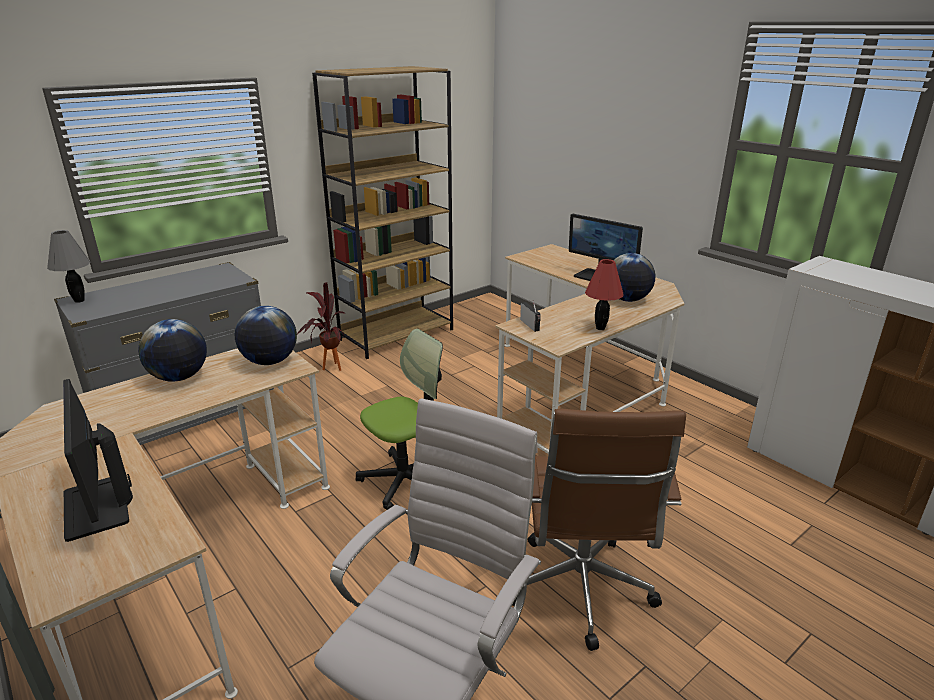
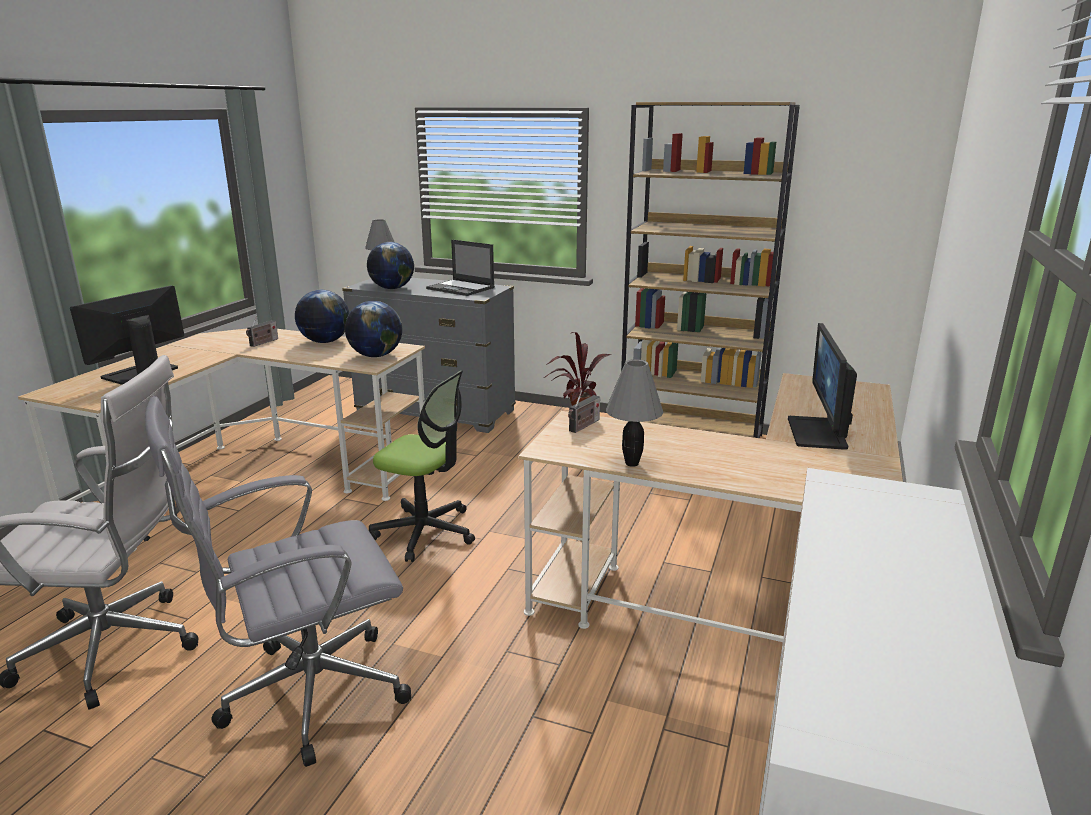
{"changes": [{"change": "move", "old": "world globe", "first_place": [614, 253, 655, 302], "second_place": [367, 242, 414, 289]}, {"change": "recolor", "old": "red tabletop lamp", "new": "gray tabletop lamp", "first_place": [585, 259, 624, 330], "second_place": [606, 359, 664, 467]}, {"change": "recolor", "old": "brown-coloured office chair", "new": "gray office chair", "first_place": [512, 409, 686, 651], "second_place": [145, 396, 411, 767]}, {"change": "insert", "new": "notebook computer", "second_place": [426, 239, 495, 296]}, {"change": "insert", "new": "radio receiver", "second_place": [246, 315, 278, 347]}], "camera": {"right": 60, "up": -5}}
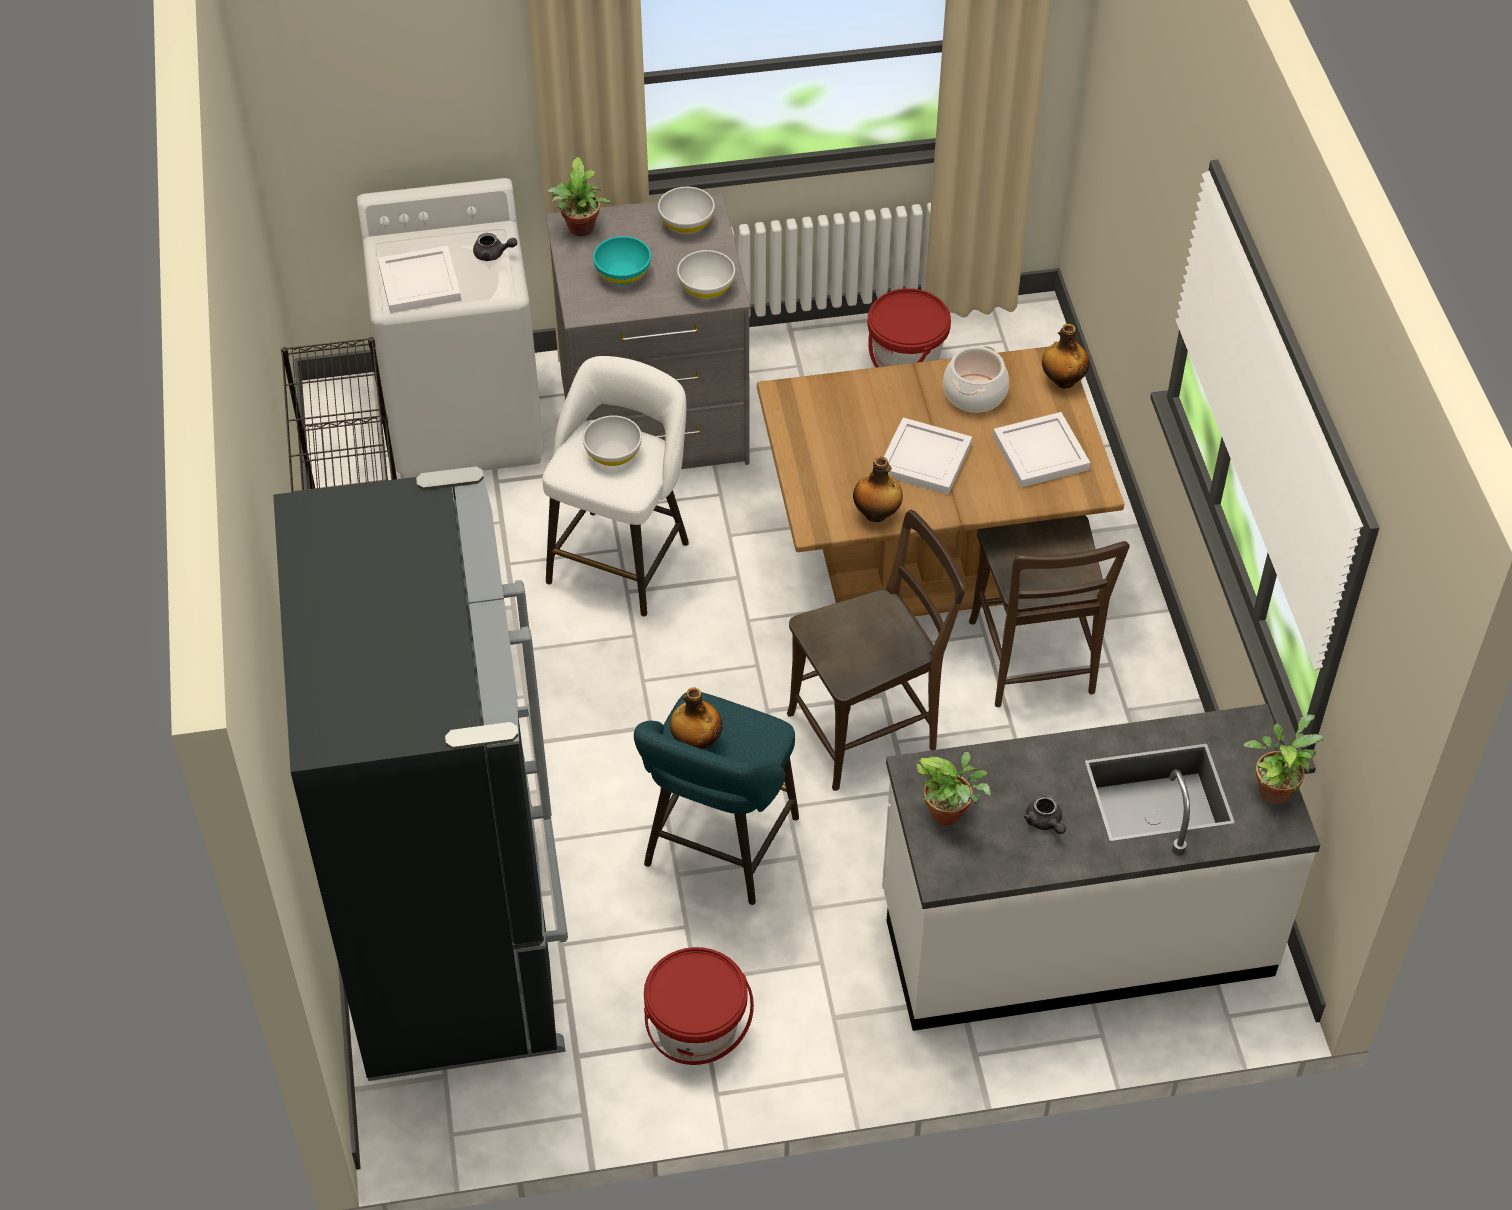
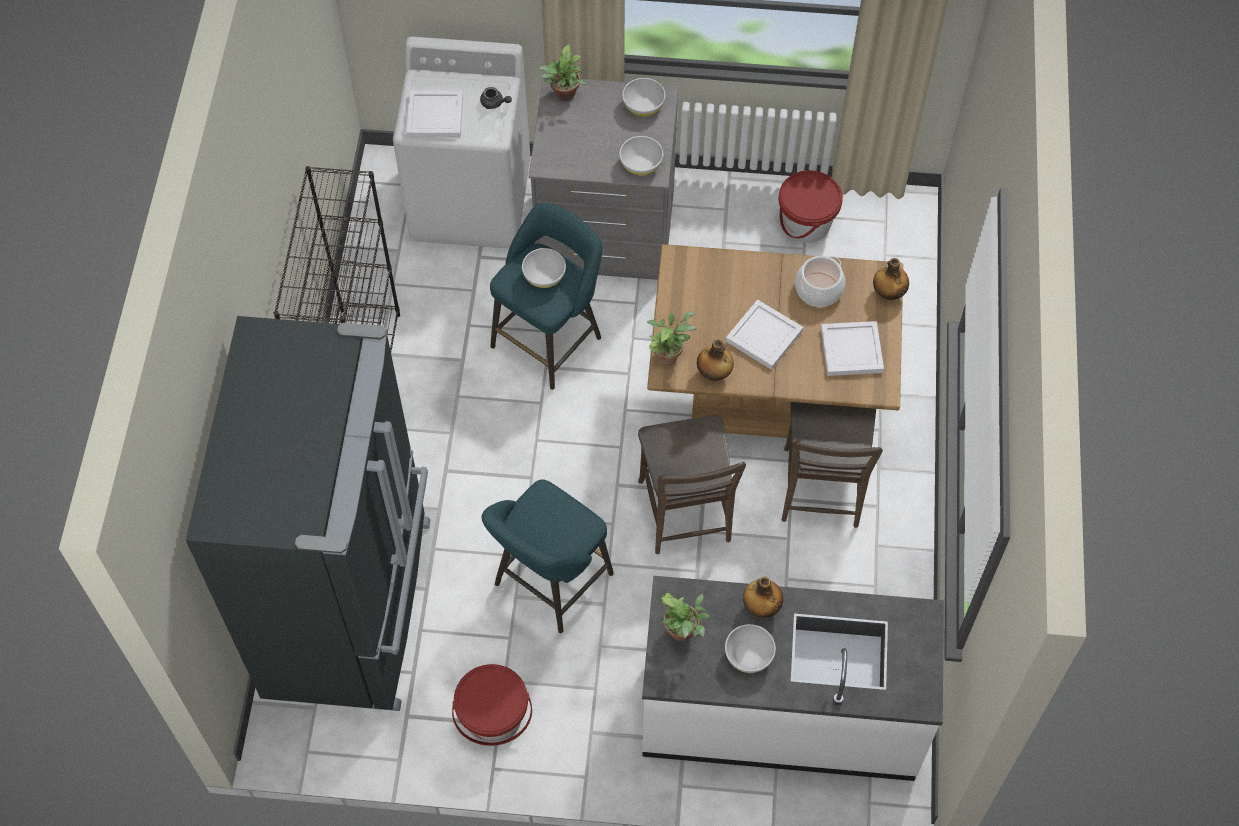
{"changes": [{"change": "delete", "old": "turquoise-coloured bowl", "first_place": [593, 236, 651, 285]}, {"change": "recolor", "old": "whitish sitting stool", "new": "turquoise-coloured sitting stool", "first_place": [542, 356, 689, 617], "second_place": [490, 203, 602, 390]}, {"change": "rotate", "old": "brown-coloured chair", "first_place": [787, 510, 966, 791], "second_place": [638, 415, 746, 554], "degrees": 90}, {"change": "move", "old": "bottle", "first_place": [670, 688, 723, 750], "second_place": [743, 577, 783, 618]}, {"change": "move", "old": "potted plant", "first_place": [1243, 714, 1324, 804], "second_place": [647, 311, 696, 365]}, {"change": "replace", "old": "gray tea pot", "new": "whitish bowl", "first_place": [1024, 795, 1066, 834], "second_place": [725, 624, 776, 673]}], "camera": {"right": 15, "up": 10}}
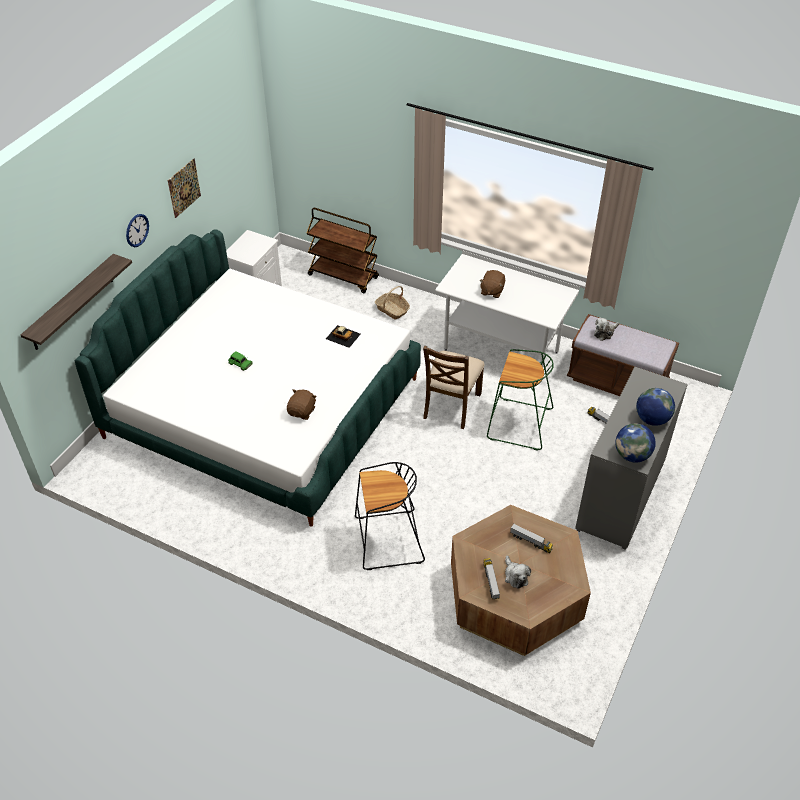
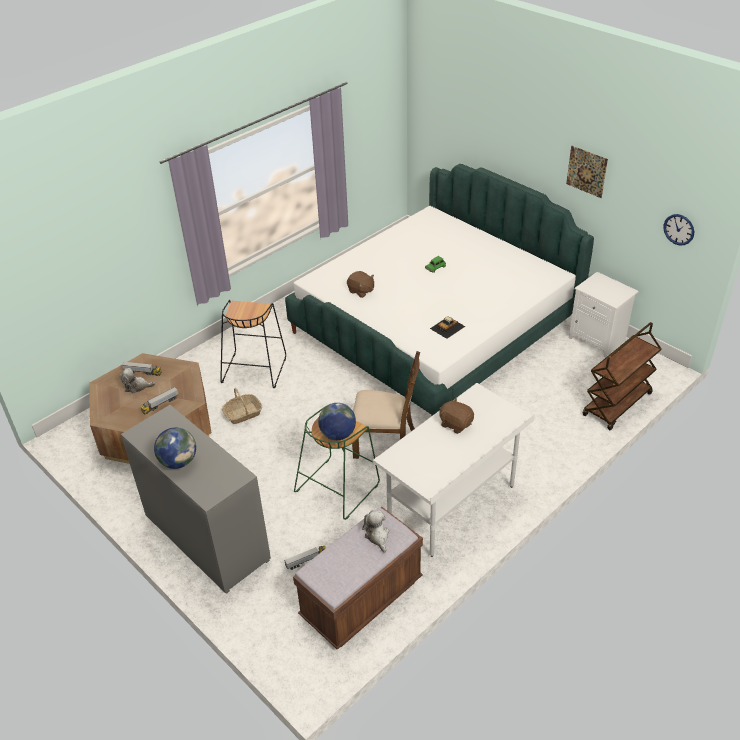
{"changes": [{"change": "move", "old": "hanging clock", "first_place": [126, 214, 149, 247], "second_place": [663, 214, 694, 245]}, {"change": "delete", "old": "bracket shelf", "first_place": [21, 254, 132, 350]}, {"change": "move", "old": "household basket", "first_place": [375, 286, 410, 320], "second_place": [222, 388, 262, 424]}, {"change": "rotate", "old": "brown-coloured chair", "first_place": [423, 345, 485, 429], "second_place": [352, 351, 420, 459], "degrees": 150}, {"change": "move", "old": "world globe", "first_place": [615, 423, 656, 462], "second_place": [318, 403, 356, 440]}], "camera": {"right": 110, "up": -5}}
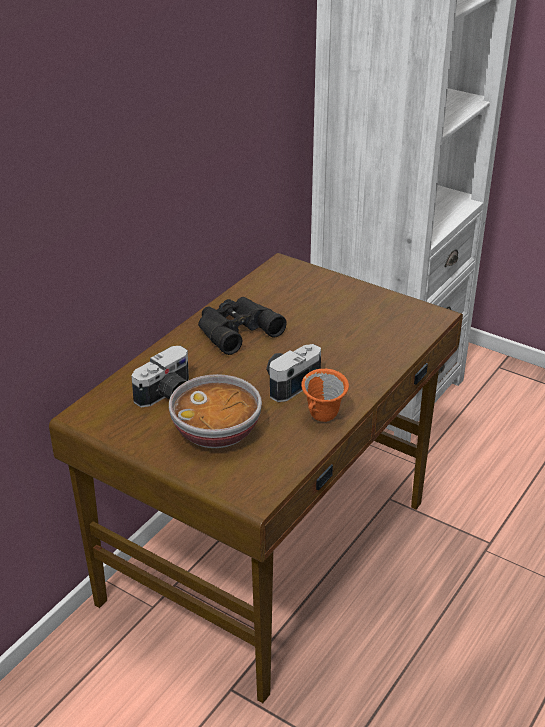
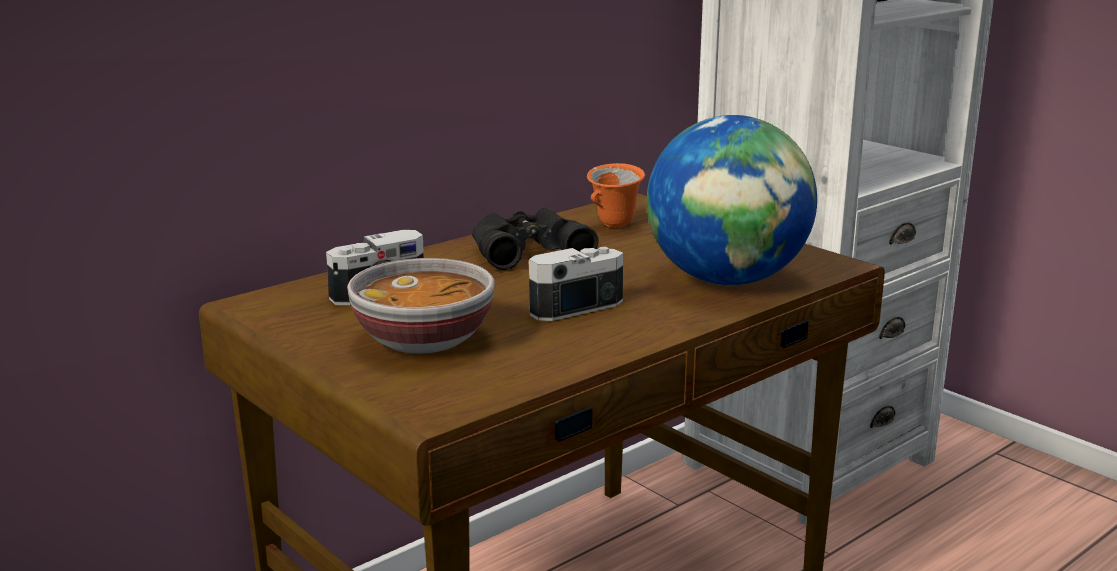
{"changes": [{"change": "move", "old": "orangey coffee mug", "first_place": [301, 369, 349, 422], "second_place": [587, 163, 645, 228]}, {"change": "insert", "new": "world globe", "second_place": [647, 115, 817, 285]}], "camera": {"right": 15, "up": -15}}
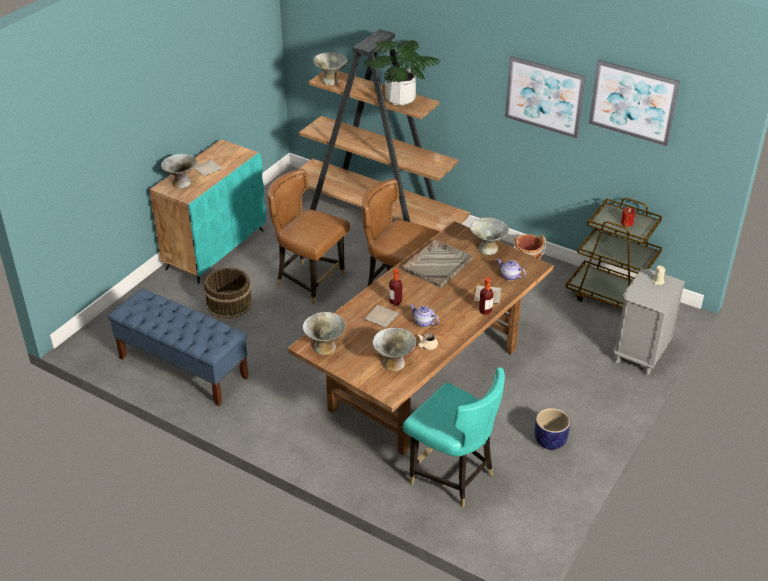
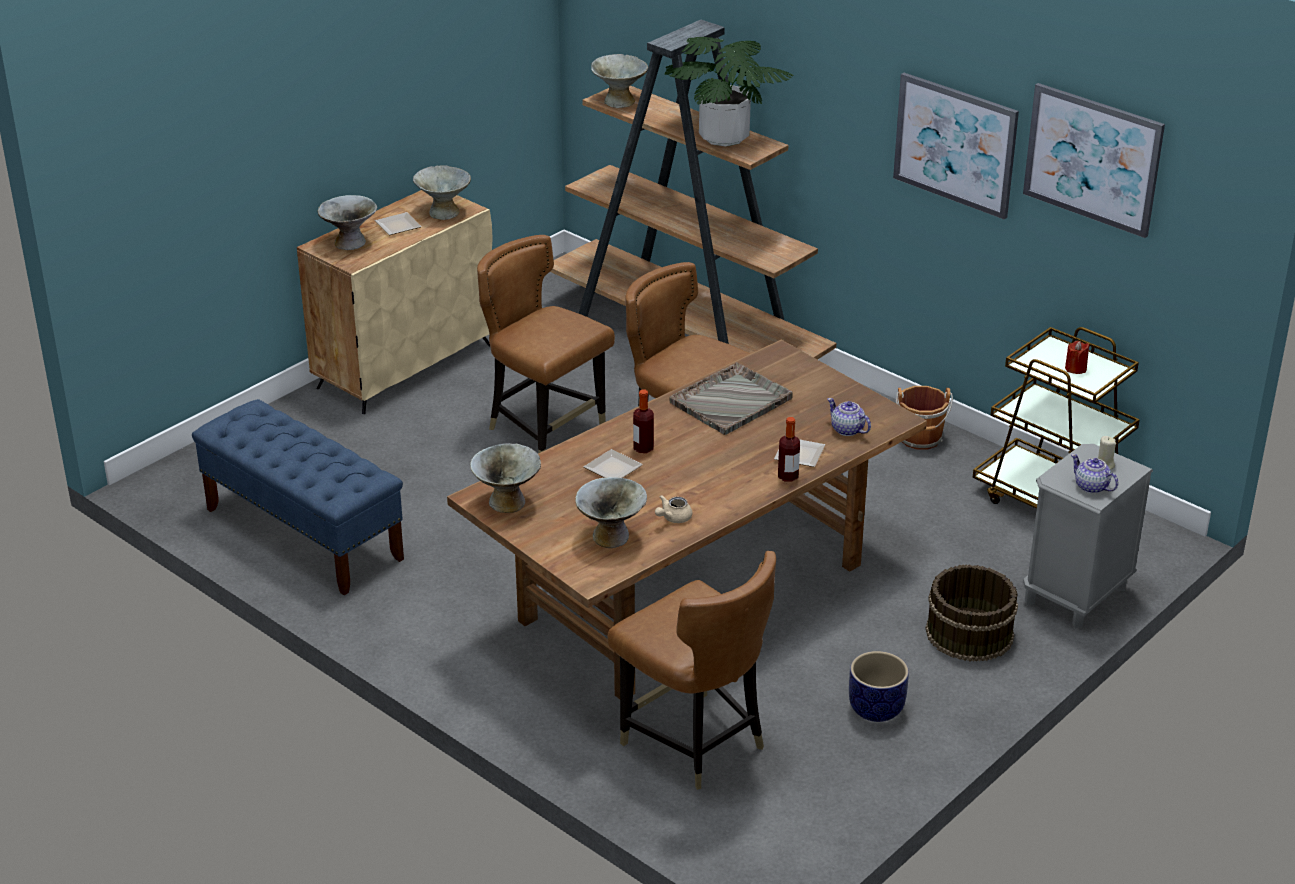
{"changes": [{"change": "recolor", "old": "turquoise-coloured storage cabinet", "new": "beige-coloured storage cabinet", "first_place": [149, 139, 266, 284], "second_place": [297, 190, 493, 414]}, {"change": "move", "old": "gray bowl", "first_place": [470, 217, 509, 255], "second_place": [413, 165, 471, 220]}, {"change": "move", "old": "brown-coloured bucket", "first_place": [204, 267, 253, 319], "second_place": [925, 564, 1018, 662]}, {"change": "move", "old": "tea pot", "first_place": [410, 304, 439, 327], "second_place": [1071, 454, 1118, 494]}, {"change": "recolor", "old": "turquoise-coloured chair", "new": "brown-coloured chair", "first_place": [403, 367, 505, 508], "second_place": [607, 551, 776, 790]}], "camera": {"right": 10, "up": -5}}
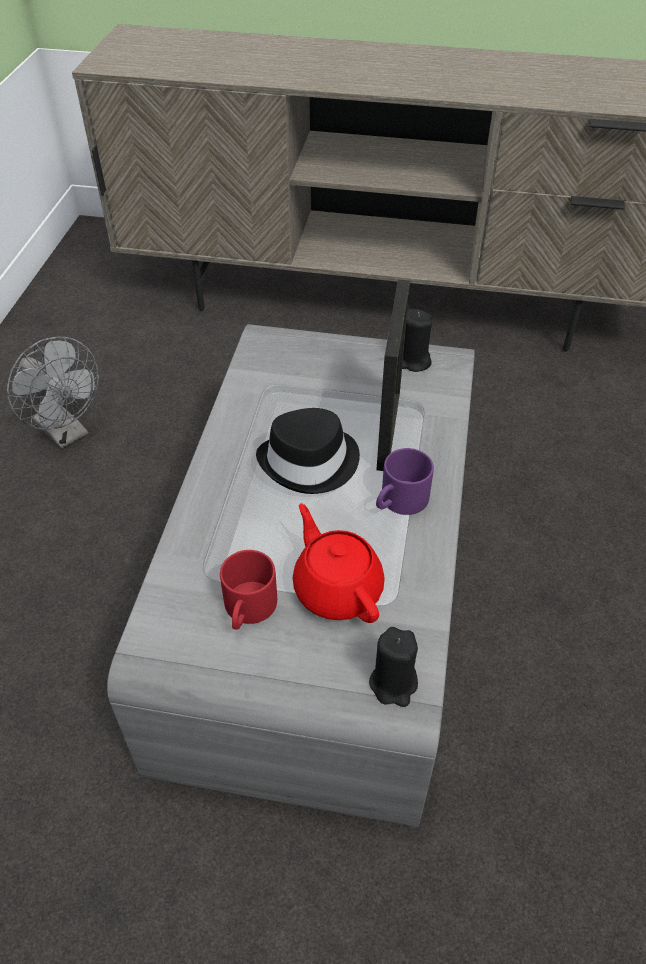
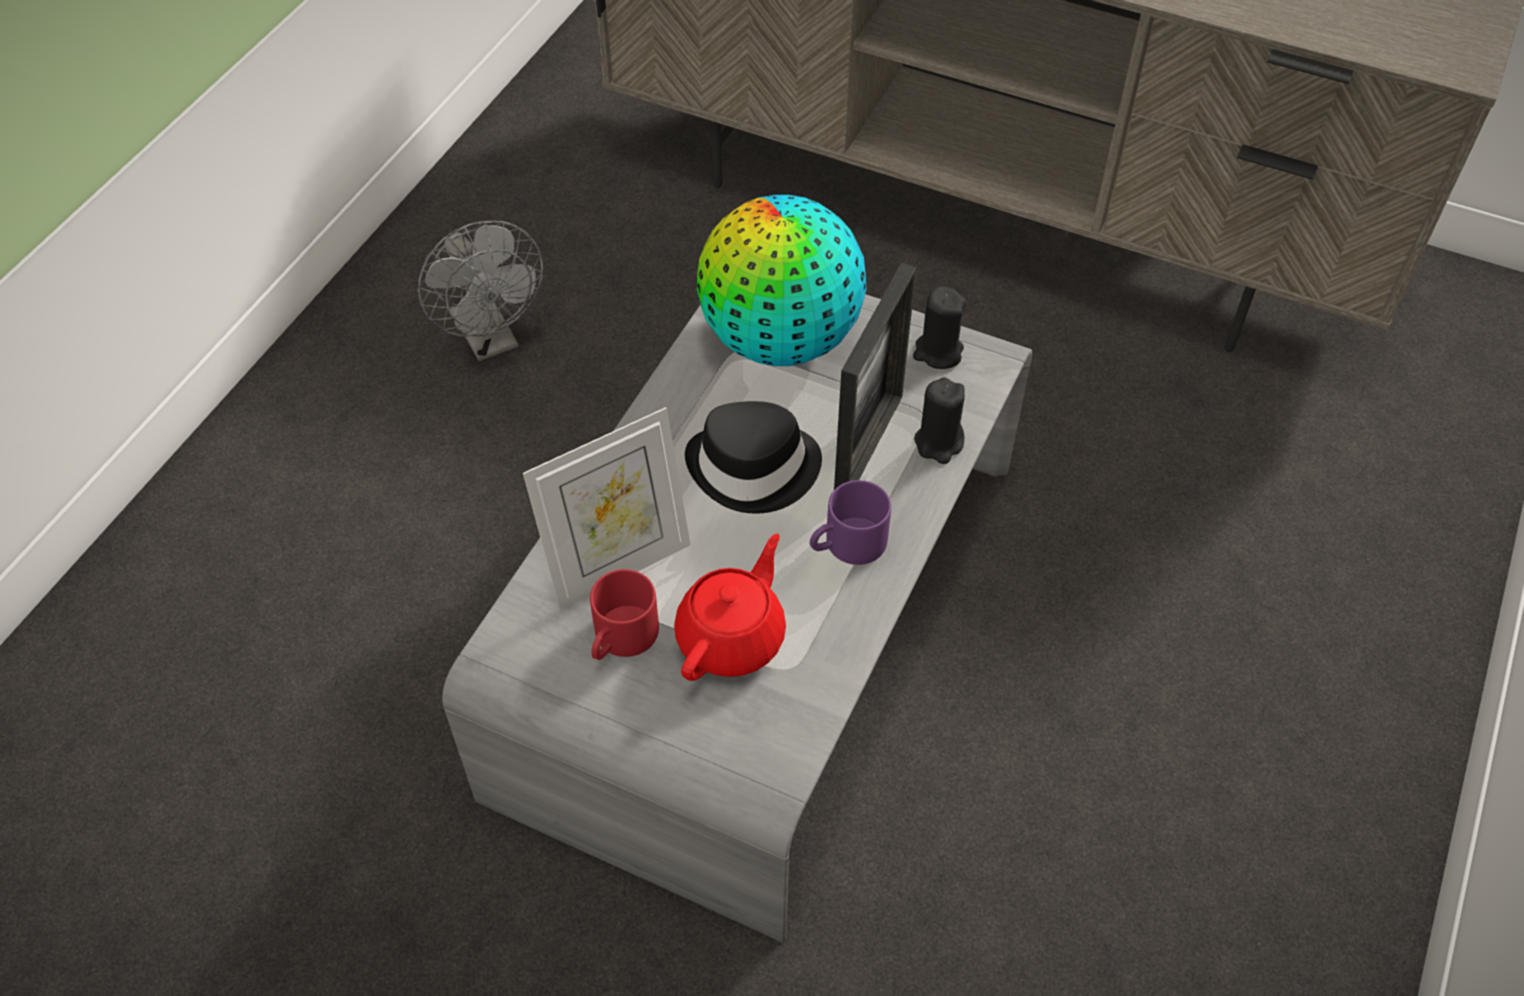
{"changes": [{"change": "rotate", "old": "red tea pot", "first_place": [293, 504, 385, 623], "second_place": [674, 533, 786, 681], "degrees": 45}, {"change": "move", "old": "black candle", "first_place": [369, 627, 418, 707], "second_place": [914, 377, 965, 464]}, {"change": "insert", "new": "world globe", "second_place": [697, 195, 867, 366]}, {"change": "insert", "new": "standing frame", "second_place": [523, 407, 690, 610]}], "camera": {"right": 15, "up": 5}}
